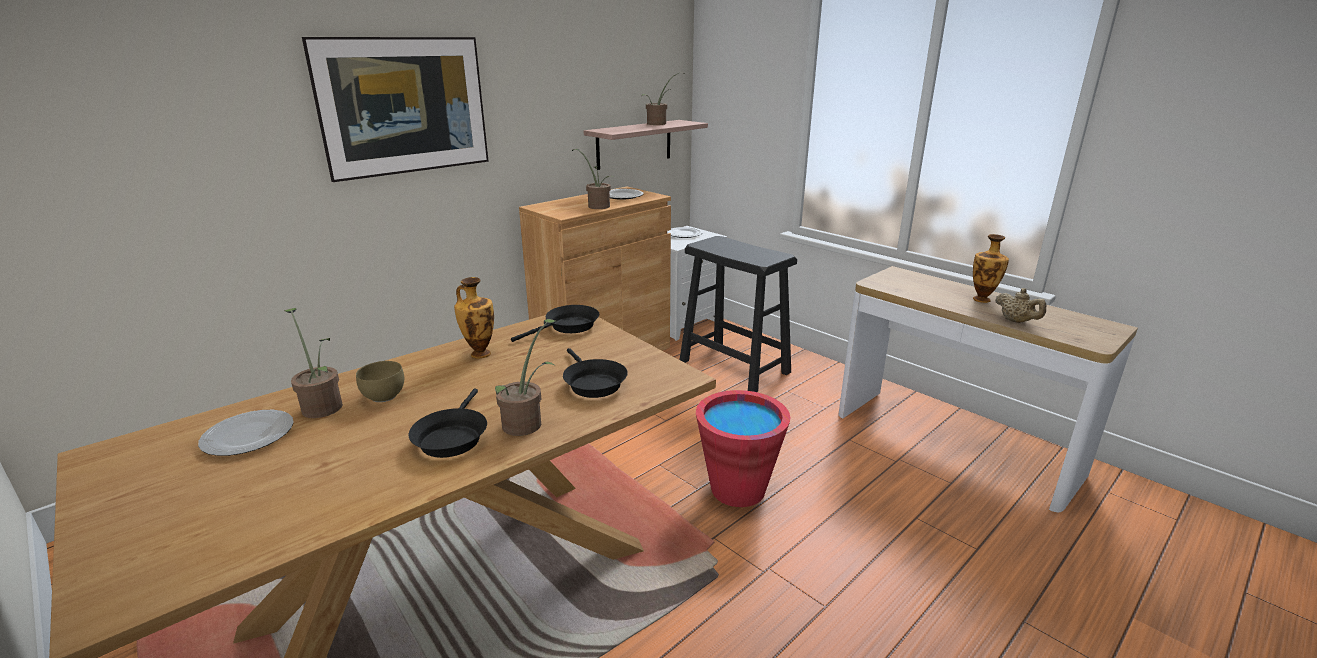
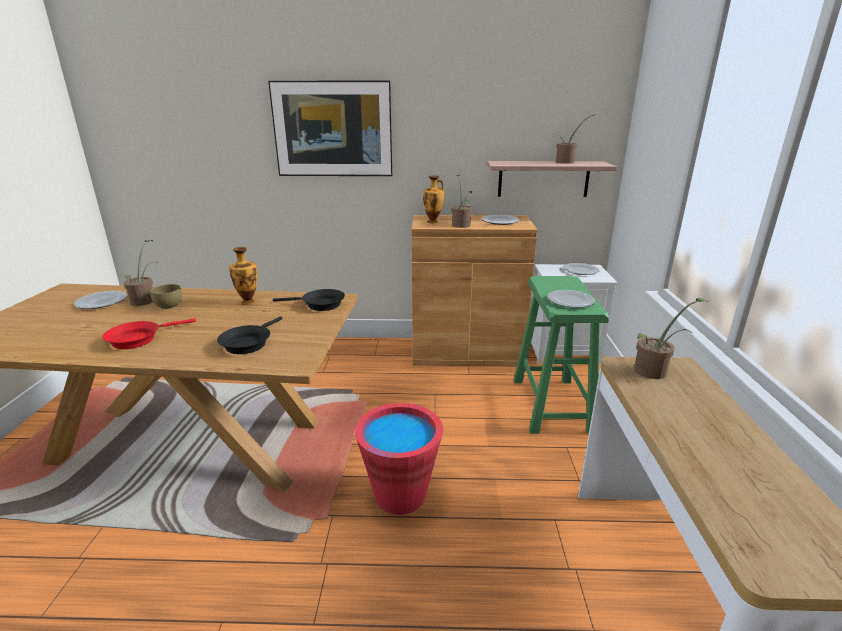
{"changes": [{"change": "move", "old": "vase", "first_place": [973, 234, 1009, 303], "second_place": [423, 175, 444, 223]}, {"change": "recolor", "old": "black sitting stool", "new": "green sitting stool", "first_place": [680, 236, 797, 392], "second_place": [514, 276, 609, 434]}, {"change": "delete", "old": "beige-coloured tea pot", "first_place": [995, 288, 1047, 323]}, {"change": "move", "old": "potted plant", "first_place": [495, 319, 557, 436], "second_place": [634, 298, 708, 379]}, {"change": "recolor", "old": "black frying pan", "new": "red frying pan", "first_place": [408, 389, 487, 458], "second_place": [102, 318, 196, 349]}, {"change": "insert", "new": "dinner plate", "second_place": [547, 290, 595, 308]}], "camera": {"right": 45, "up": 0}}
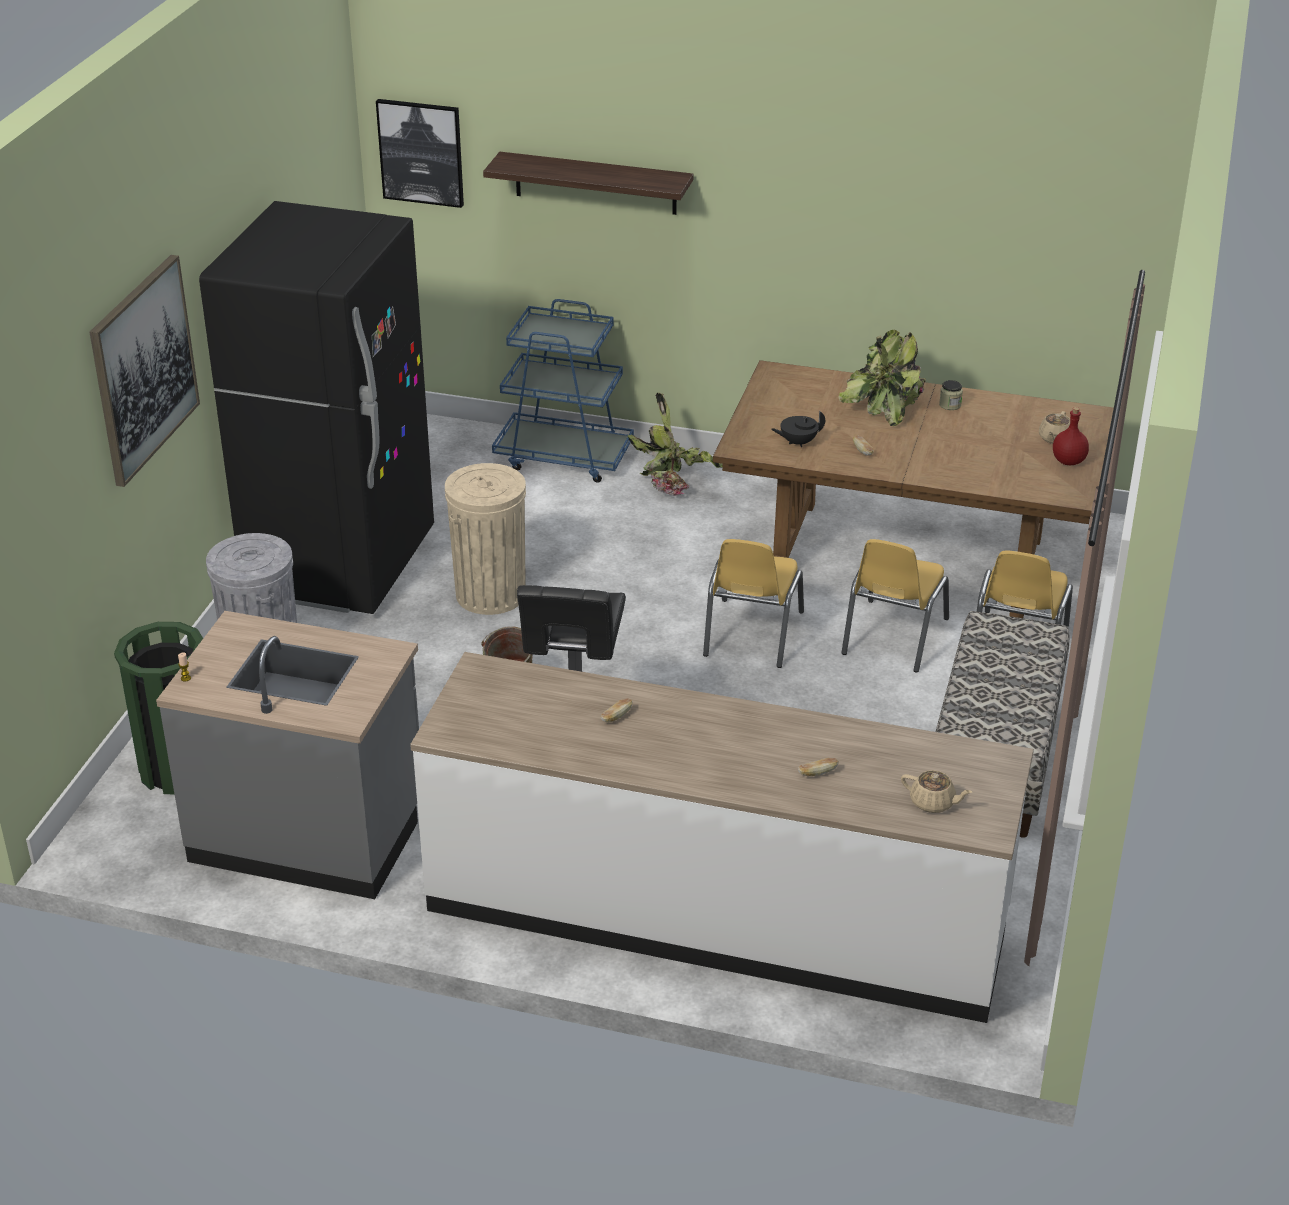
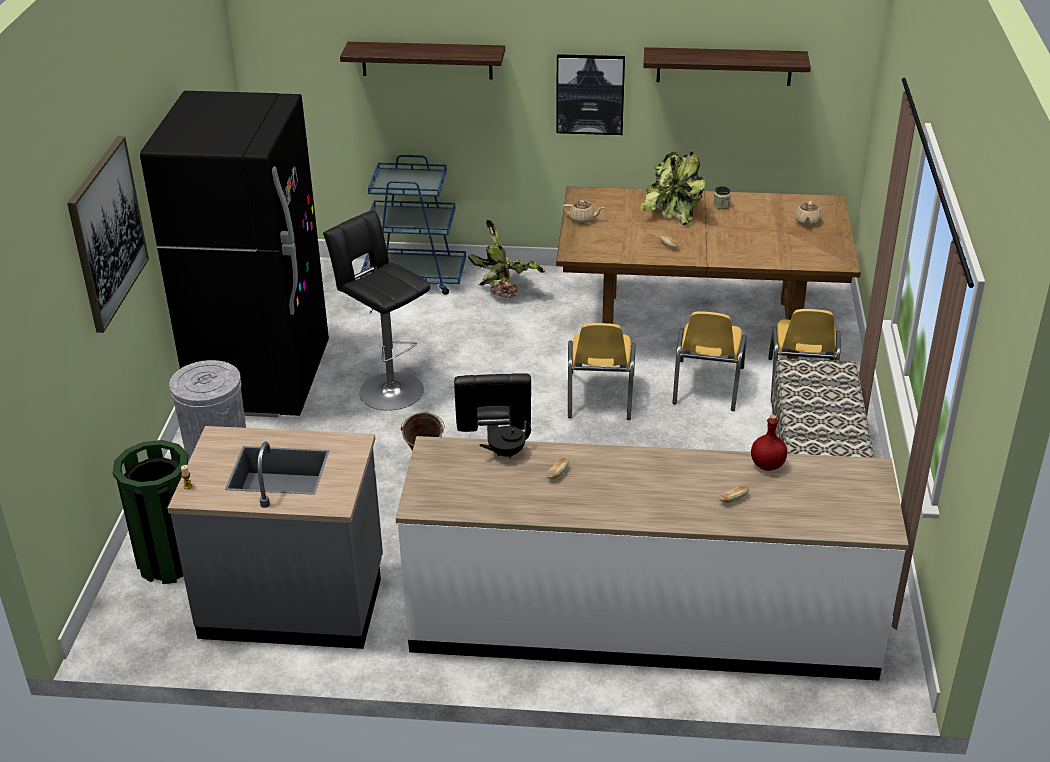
{"changes": [{"change": "move", "old": "picture", "first_place": [376, 99, 464, 208], "second_place": [556, 54, 625, 135]}, {"change": "move", "old": "red bottle", "first_place": [1053, 407, 1089, 465], "second_place": [751, 415, 787, 471]}, {"change": "move", "old": "black tea pot", "first_place": [771, 411, 825, 447], "second_place": [479, 421, 531, 458]}, {"change": "replace", "old": "beige-coloured rubbish bin", "new": "black sitting stool", "first_place": [445, 463, 526, 615], "second_place": [323, 210, 430, 411]}, {"change": "move", "old": "beige-coloured tea pot", "first_place": [901, 770, 972, 813], "second_place": [563, 200, 605, 224]}, {"change": "insert", "new": "bracket shelf", "second_place": [643, 47, 811, 86]}], "camera": {"right": -10, "up": 0}}
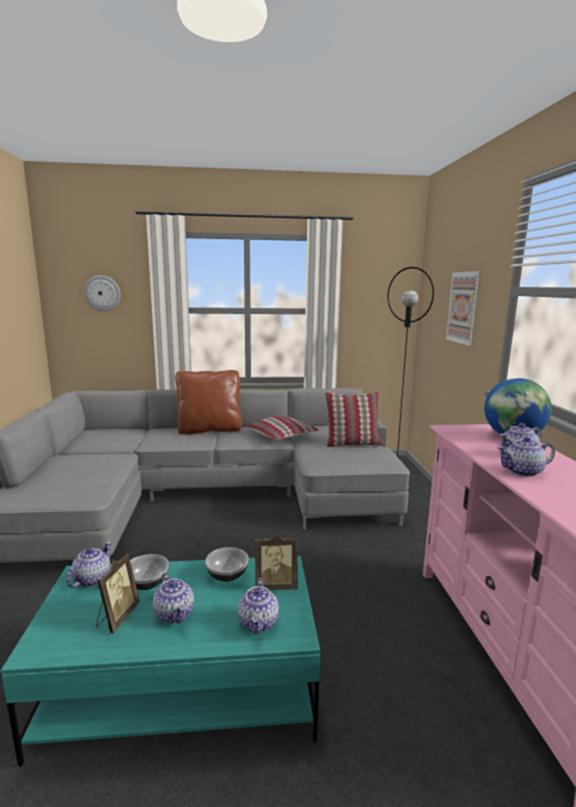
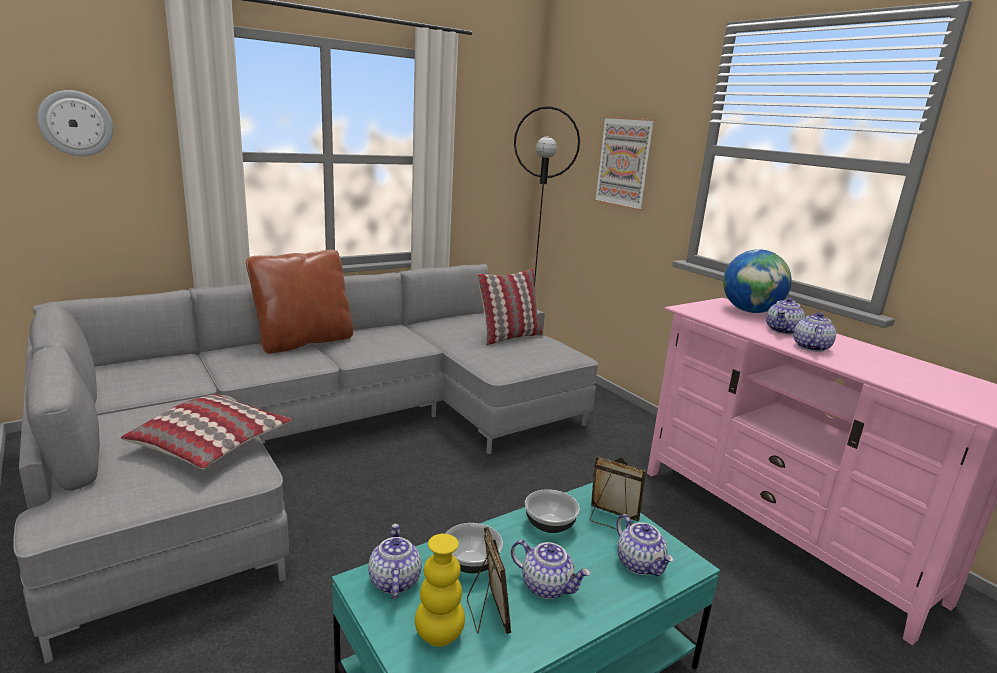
{"changes": [{"change": "move", "old": "cushion", "first_place": [247, 416, 319, 440], "second_place": [121, 394, 291, 469]}, {"change": "rotate", "old": "tea pot", "first_place": [497, 437, 555, 477], "second_place": [793, 312, 836, 352], "degrees": 150}, {"change": "rotate", "old": "standing frame", "first_place": [255, 533, 298, 590], "second_place": [590, 456, 646, 532], "degrees": -120}, {"change": "insert", "new": "yellow-coloured vase", "second_place": [415, 534, 465, 647]}], "camera": {"right": -30, "up": 5}}
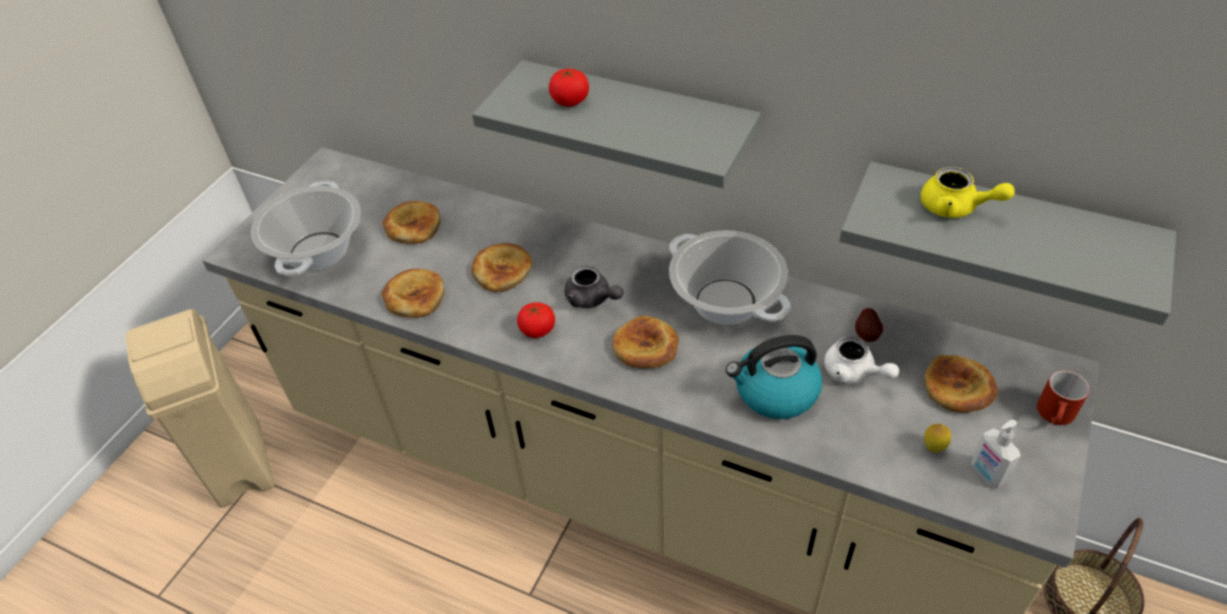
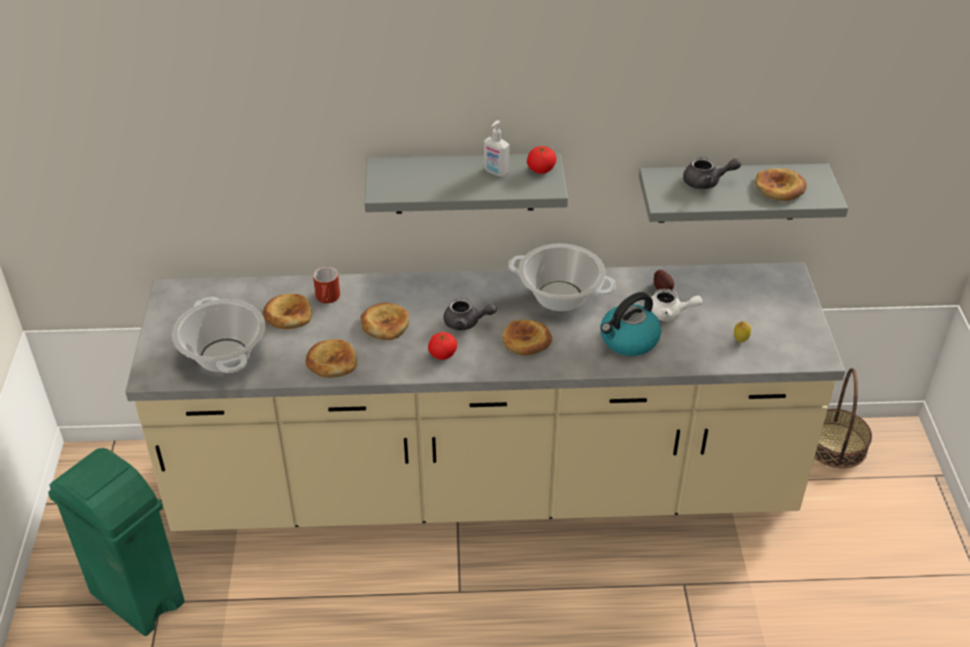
{"changes": [{"change": "move", "old": "fresh tomato", "first_place": [549, 69, 589, 107], "second_place": [527, 146, 556, 174]}, {"change": "recolor", "old": "yellow-coloured tea pot", "new": "gray tea pot", "first_place": [920, 167, 1015, 218], "second_place": [683, 157, 741, 189]}, {"change": "recolor", "old": "beige-coloured rubbish bin", "new": "green rubbish bin", "first_place": [126, 309, 274, 507], "second_place": [48, 448, 185, 636]}, {"change": "move", "old": "bread", "first_place": [923, 355, 998, 412], "second_place": [755, 168, 807, 201]}, {"change": "move", "old": "red coffee mug", "first_place": [1037, 370, 1090, 425], "second_place": [313, 267, 340, 303]}, {"change": "move", "old": "soap dispenser", "first_place": [971, 420, 1021, 489], "second_place": [484, 120, 509, 177]}], "camera": {"right": -30, "up": -5}}
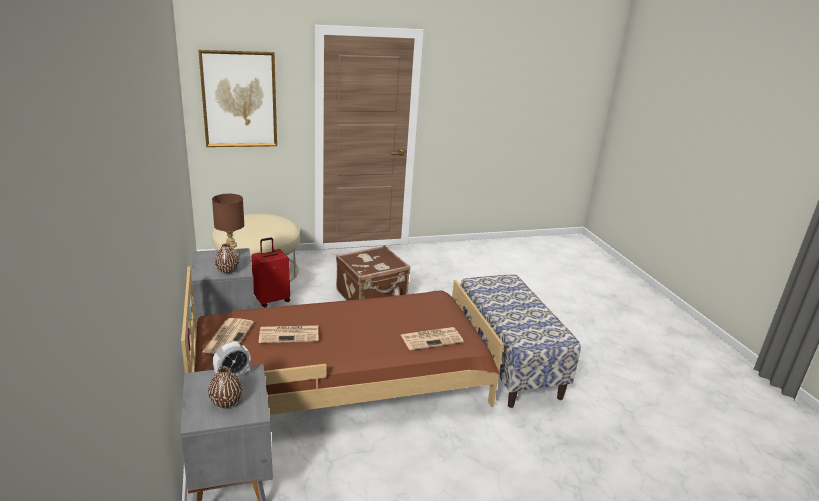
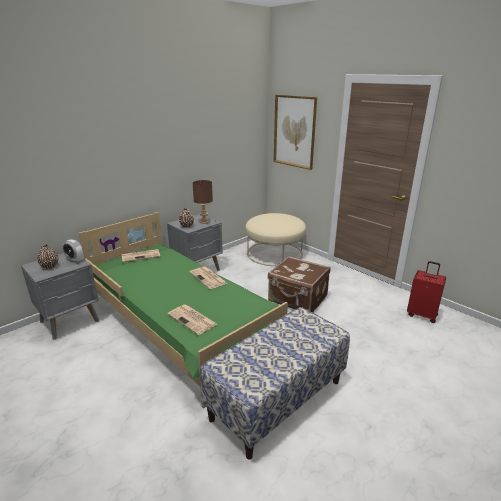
{"changes": [{"change": "move", "old": "red suitcase", "first_place": [251, 238, 290, 307], "second_place": [407, 261, 446, 323]}, {"change": "recolor", "old": "brown-coloured sleeping bed", "new": "green sleeping bed", "first_place": [181, 266, 504, 415], "second_place": [78, 212, 288, 409]}, {"change": "move", "old": "daily paper", "first_place": [259, 325, 318, 343], "second_place": [189, 267, 227, 289]}], "camera": {"right": 65, "up": 0}}
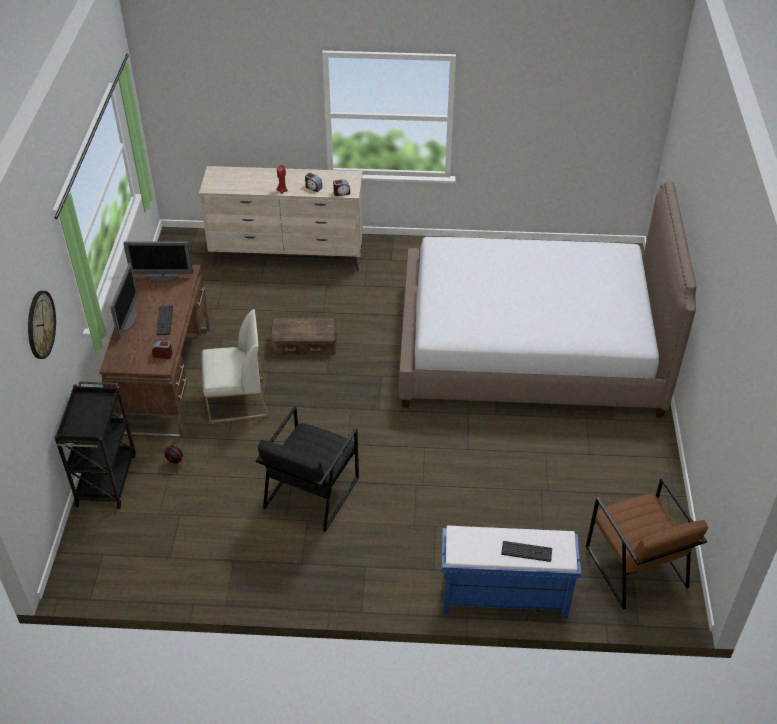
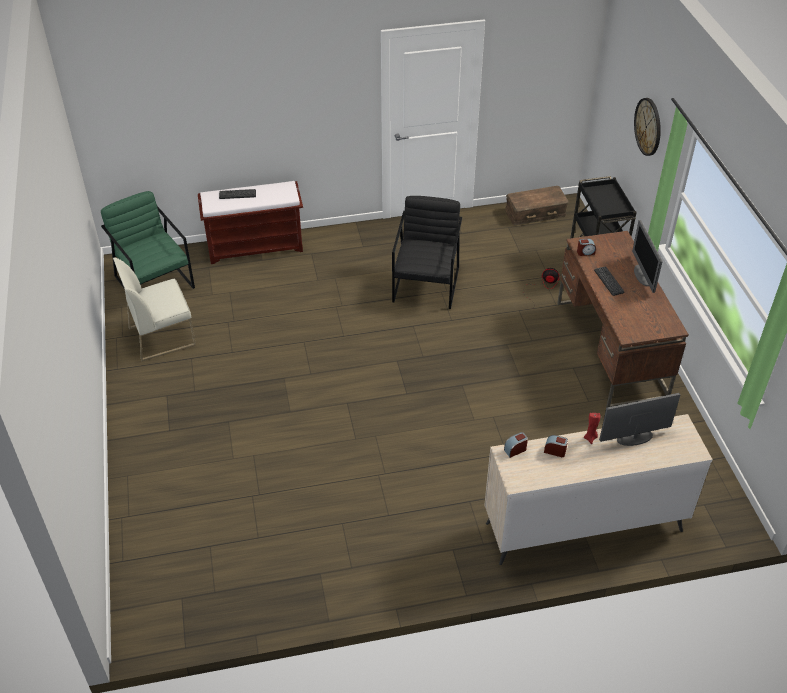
{"changes": [{"change": "delete", "old": "sleeping bed", "first_place": [399, 181, 697, 418]}, {"change": "move", "old": "monitor", "first_place": [123, 241, 193, 282], "second_place": [599, 393, 680, 446]}, {"change": "move", "old": "whitish chair", "first_place": [201, 309, 268, 423], "second_place": [113, 258, 196, 362]}, {"change": "move", "old": "brown-coloured storage bin", "first_place": [270, 318, 337, 355], "second_place": [505, 186, 568, 225]}, {"change": "recolor", "old": "brown-coloured easy chair", "new": "green easy chair", "first_place": [586, 477, 708, 610], "second_place": [101, 191, 195, 289]}, {"change": "recolor", "old": "blue-coloured bench", "new": "brown-coloured bench", "first_place": [441, 525, 581, 619], "second_place": [198, 181, 303, 264]}], "camera": {"right": 165, "up": 0}}
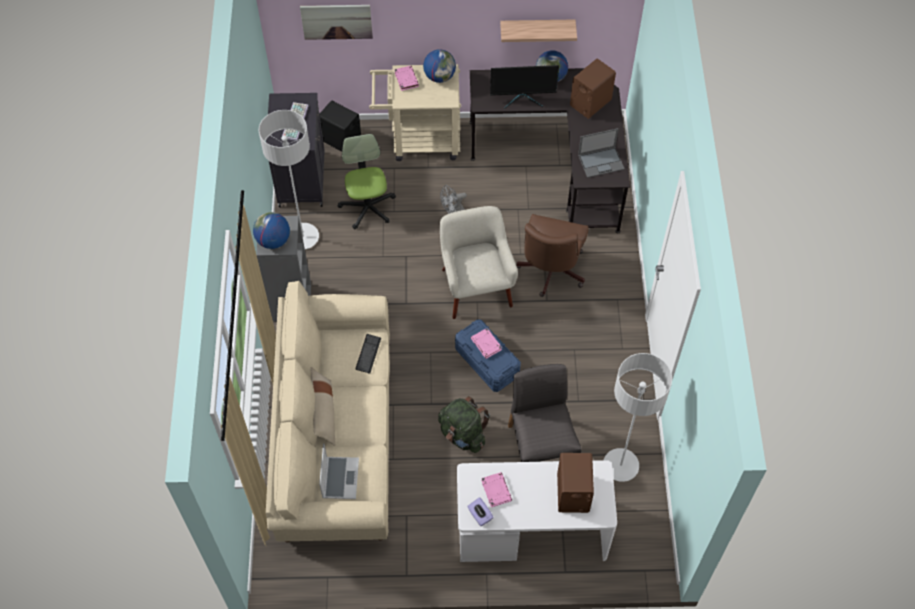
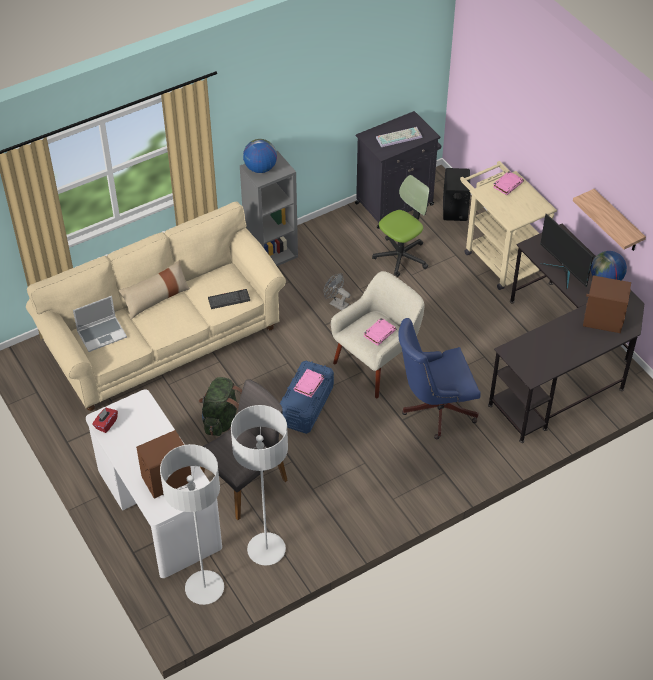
{"changes": [{"change": "delete", "old": "picture", "first_place": [300, 5, 373, 40]}, {"change": "delete", "old": "world globe", "first_place": [423, 49, 456, 83]}, {"change": "move", "old": "gray standing lamp", "first_place": [259, 110, 319, 249], "second_place": [160, 444, 224, 605]}, {"change": "delete", "old": "notebook computer", "first_place": [578, 128, 625, 178]}, {"change": "move", "old": "gray cooling fan", "first_place": [440, 185, 467, 214], "second_place": [323, 273, 350, 310]}, {"change": "recolor", "old": "brown-coloured office chair", "new": "blue-coloured office chair", "first_place": [516, 214, 589, 297], "second_place": [398, 318, 480, 439]}, {"change": "move", "old": "pink-coloured volume", "first_place": [481, 472, 512, 507], "second_place": [364, 318, 396, 346]}, {"change": "recolor", "old": "purple box of tissues", "new": "red box of tissues", "first_place": [467, 497, 493, 526], "second_place": [92, 408, 118, 433]}], "camera": {"right": 60, "up": -10}}
